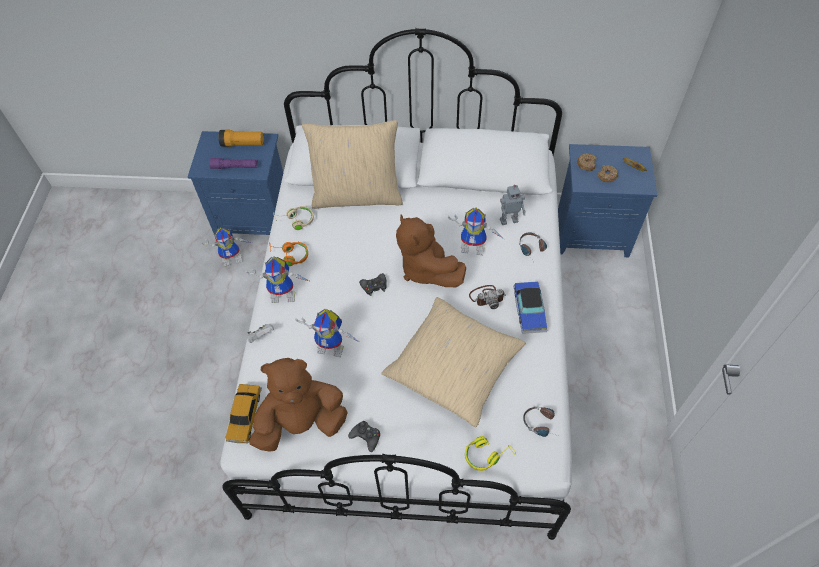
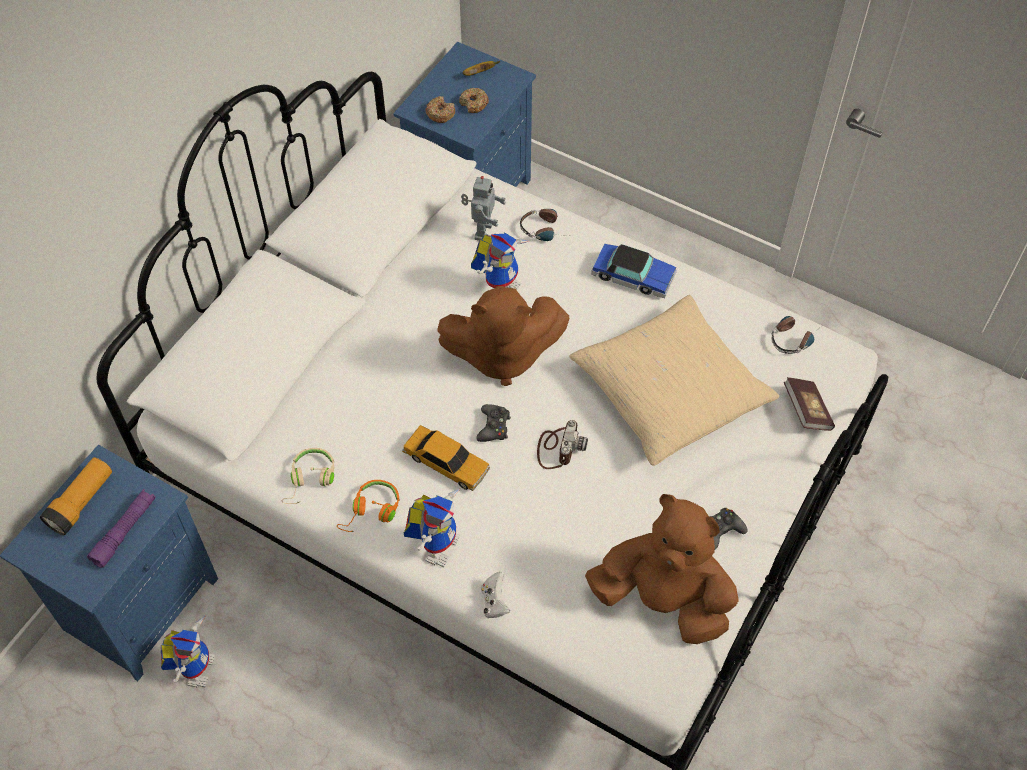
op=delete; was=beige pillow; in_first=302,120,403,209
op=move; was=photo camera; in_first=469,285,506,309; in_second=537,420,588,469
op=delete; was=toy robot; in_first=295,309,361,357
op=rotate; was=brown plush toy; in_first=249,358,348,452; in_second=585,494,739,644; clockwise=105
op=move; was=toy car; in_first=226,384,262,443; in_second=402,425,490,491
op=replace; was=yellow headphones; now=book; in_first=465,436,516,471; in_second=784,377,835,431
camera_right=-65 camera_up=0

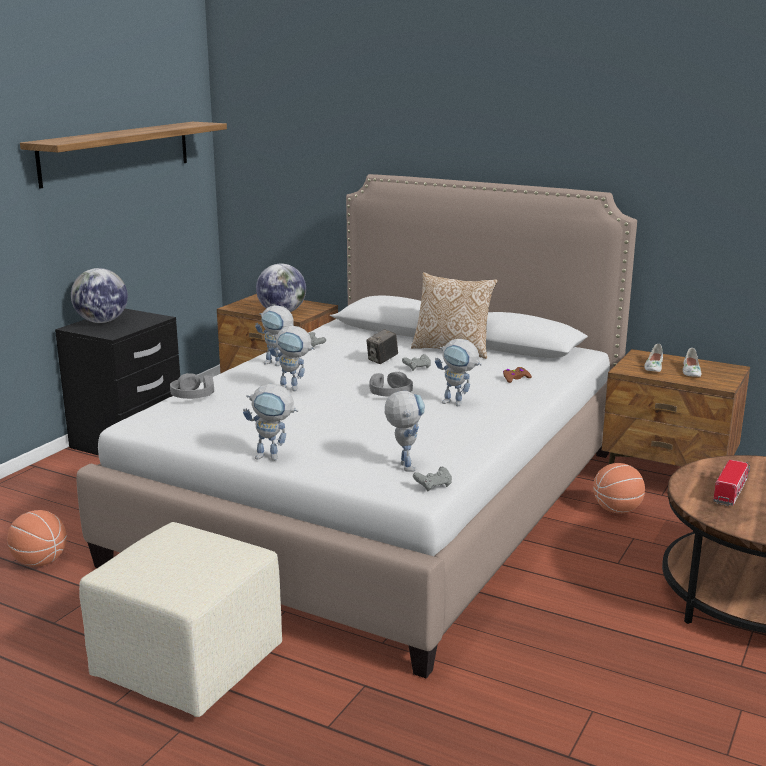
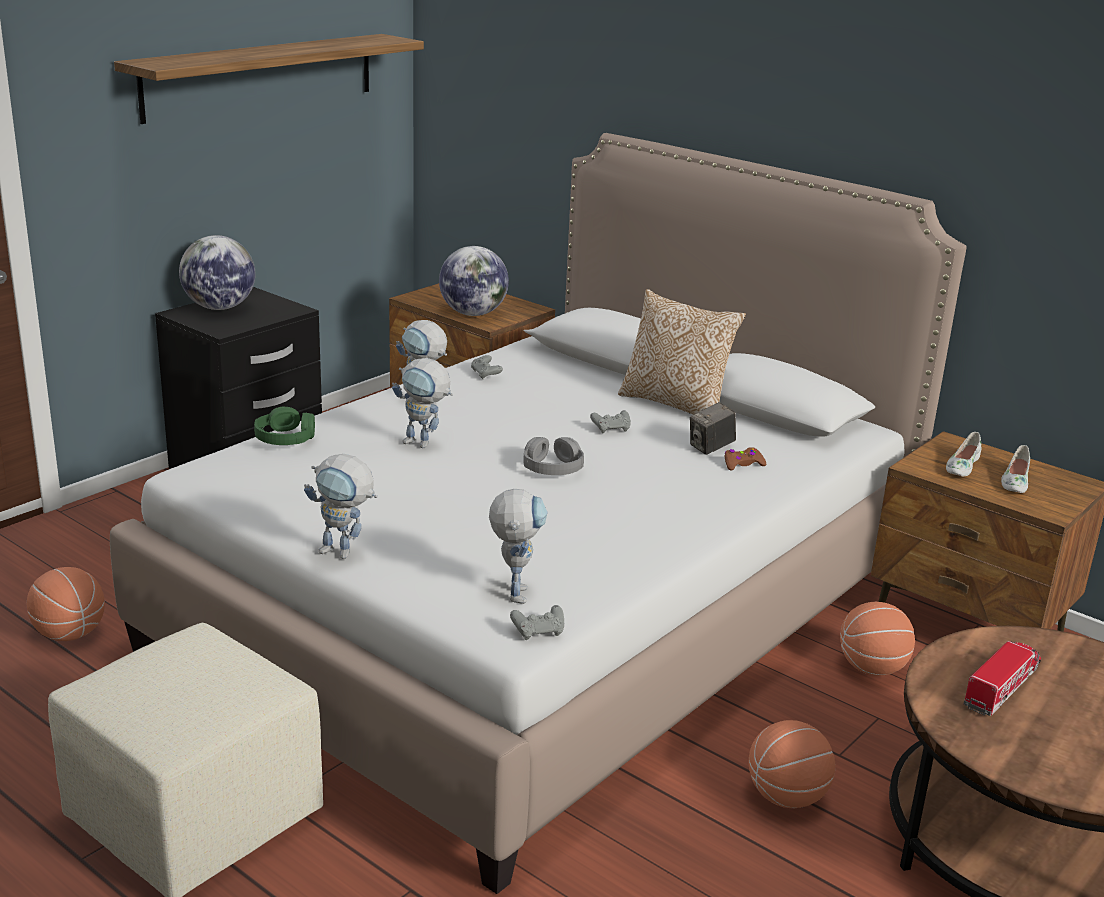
op=move; was=photo camera; in_first=366,329,398,364; in_second=690,402,736,455
op=delete; was=toy robot; in_first=435,339,482,406
op=recolor; was=grey headphones; now=green headphones; in_first=170,373,214,399; in_second=254,406,315,445
op=insert; now=basketball; in_second=748,720,835,808
camera_right=10 camera_up=5

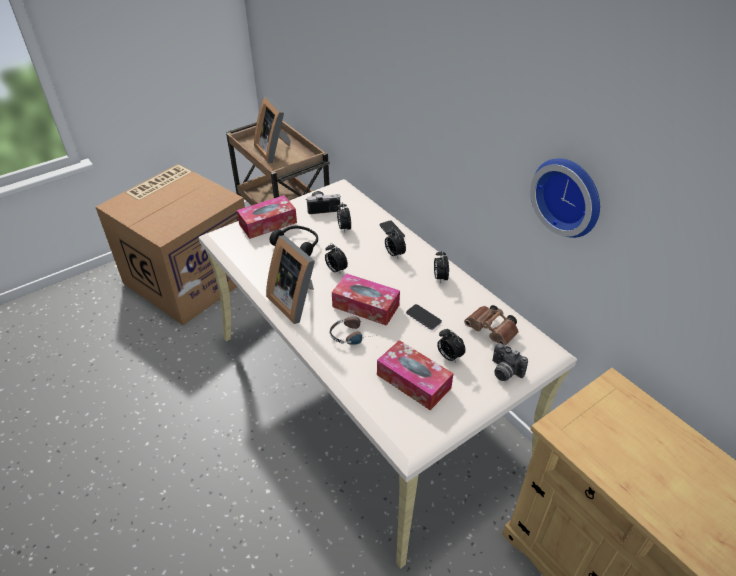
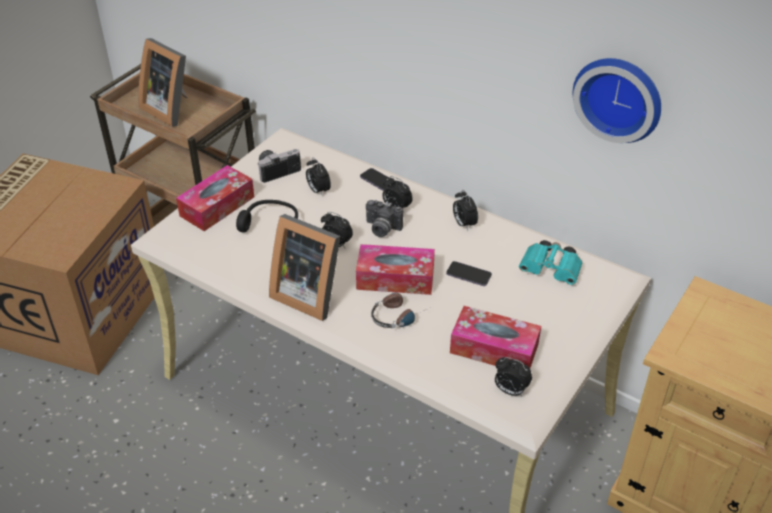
op=recolor; was=brown binoculars; now=turquoise binoculars; in_first=464,305,519,345; in_second=519,240,583,285
op=move; was=alarm clock; in_first=437,329,466,363; in_second=495,357,532,396
op=move; was=photo camera; in_first=492,343,528,381; in_second=366,200,403,237
camera_right=-20 camera_up=0

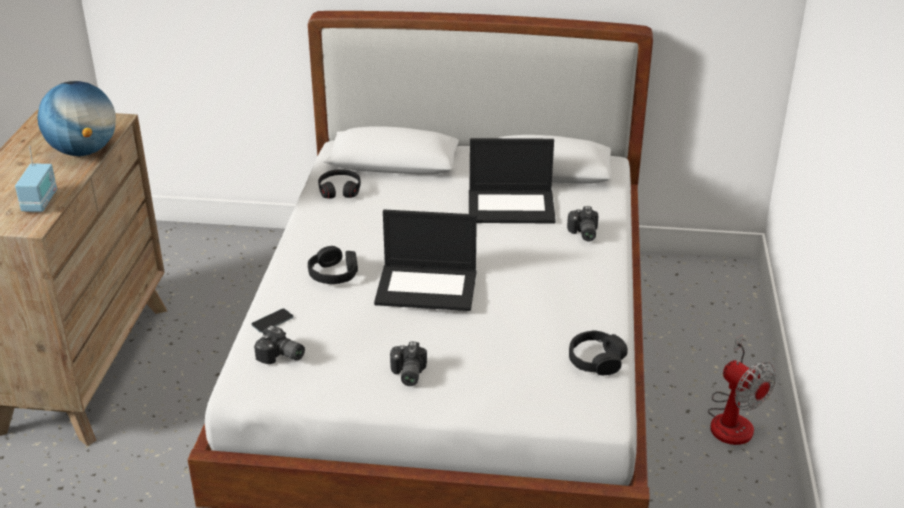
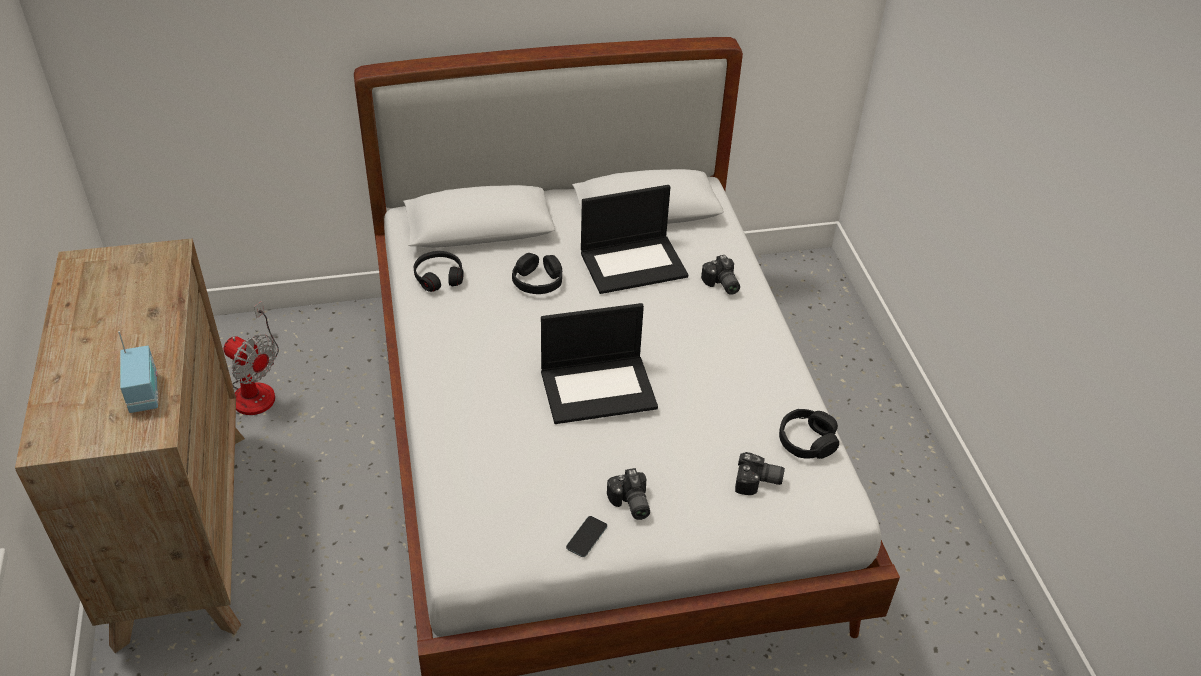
op=delete; was=globe; in_first=37,81,116,156
op=move; was=black headphones; in_first=308,246,358,284; in_second=512,253,562,294
op=move; was=phone; in_first=251,309,293,333; in_second=566,516,607,557
op=move; was=photo camera; in_first=254,326,305,364; in_second=735,452,785,495
op=move; was=fan; in_first=708,335,776,445; in_second=224,301,279,415
camera_right=-20 camera_up=10

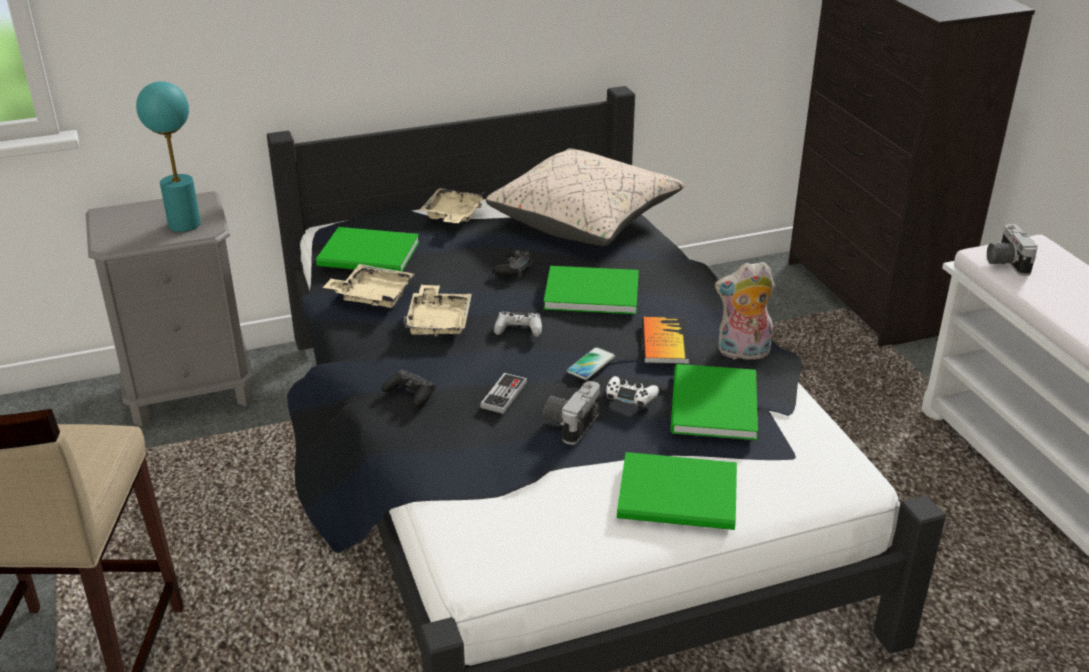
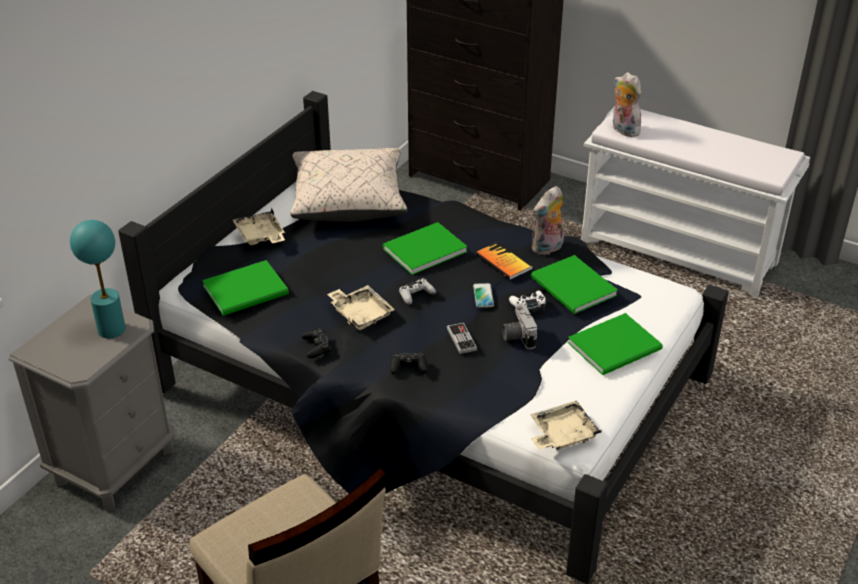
op=replace; was=photo camera; now=plush toy; in_first=987,224,1038,276; in_second=613,72,644,137
op=move; was=black game controller; in_first=492,250,534,278; in_second=302,328,331,358
op=move; was=beige tray; in_first=322,264,414,308; in_second=530,401,602,450
camera_right=-40 camera_up=5

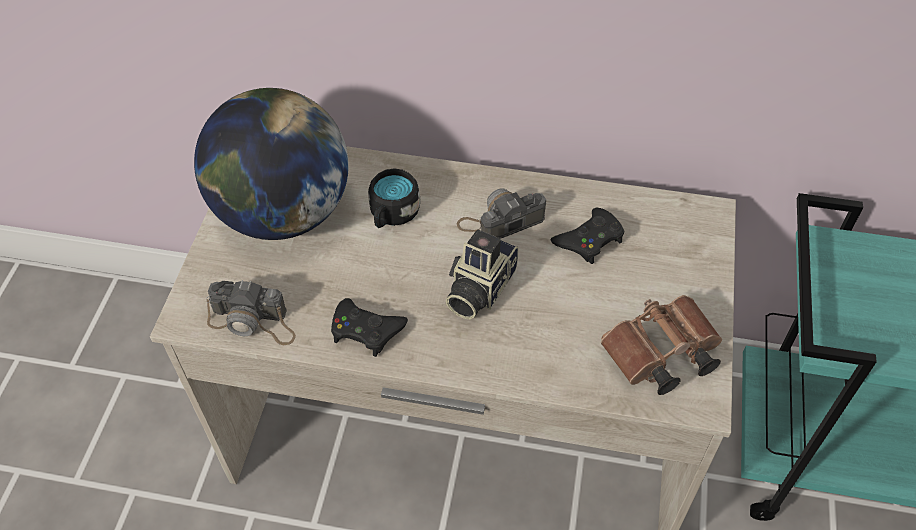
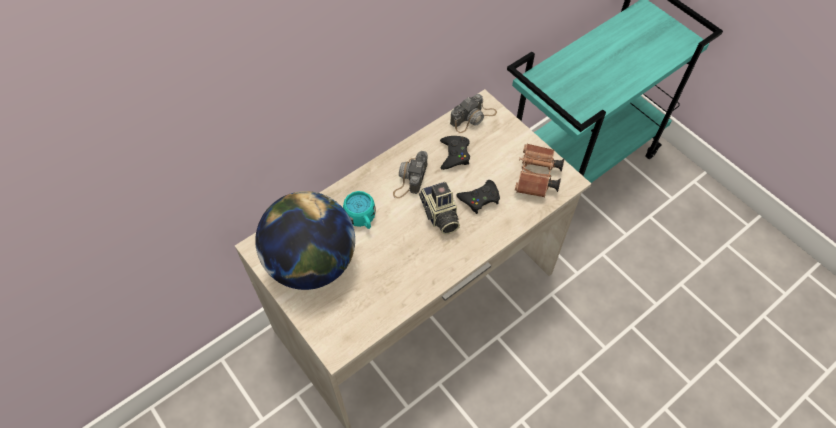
op=recolor; was=black mug; now=turquoise mug; in_first=368,169,420,228; in_second=343,191,376,229
op=move; was=photo camera; in_first=206,280,296,345; in_second=450,94,497,133
op=move; was=black game controller; in_first=331,298,408,357; in_second=456,180,500,214
camera_right=-50 camera_up=5

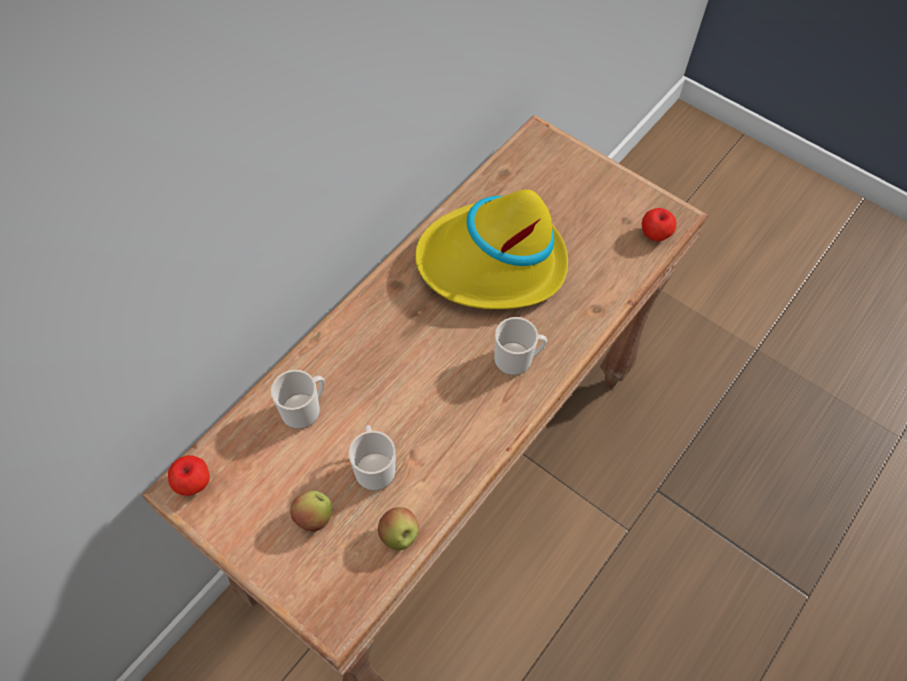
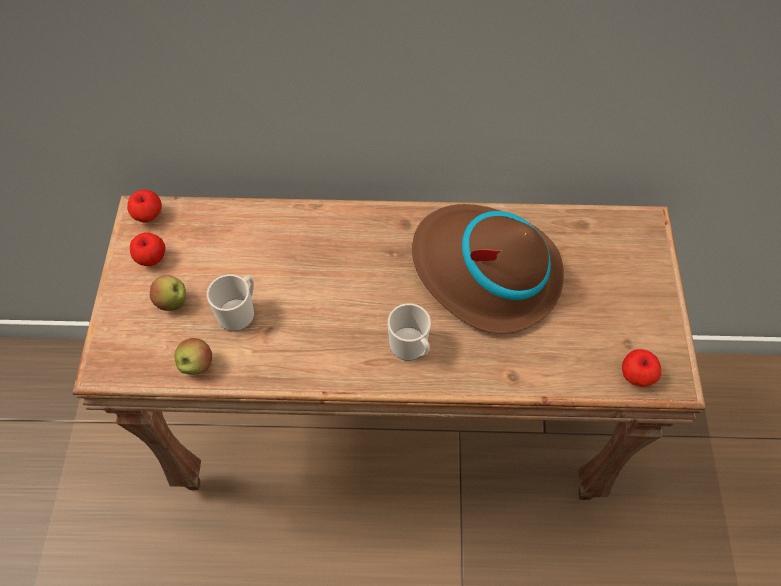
op=recolor; was=yellow hat; now=brown hat; in_first=415,190,568,309; in_second=412,204,564,334
op=delete; was=mug; in_first=271,370,325,429
op=insert; now=apple; in_second=130,232,165,266
camera_right=55 camera_up=0

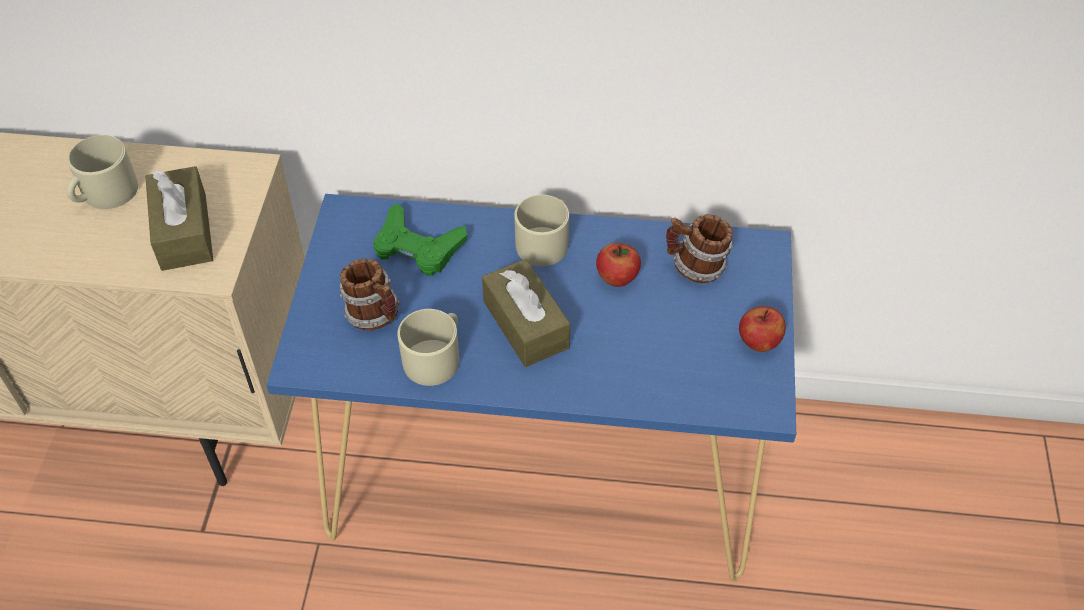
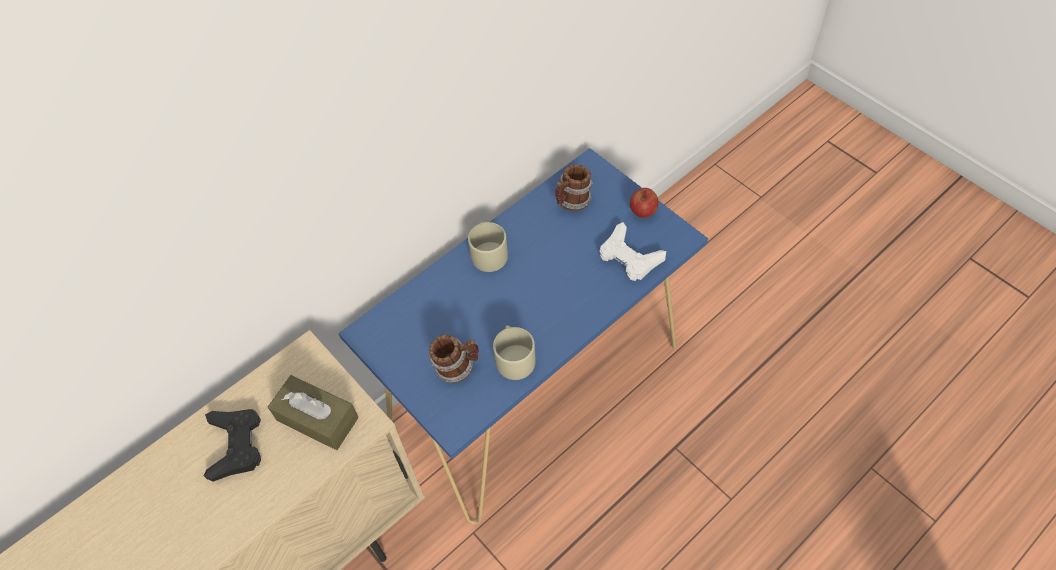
op=replace; was=beige mug; now=black game controller; in_first=66,135,138,209; in_second=204,409,261,482
op=delete; was=green game controller; in_first=373,203,467,276
op=delete; was=apple; in_first=596,243,641,287
op=delete; was=brown tissue box; in_first=482,259,570,367
op=insert; now=white game controller; in_second=599,222,666,281
camera_right=-45 camera_up=5

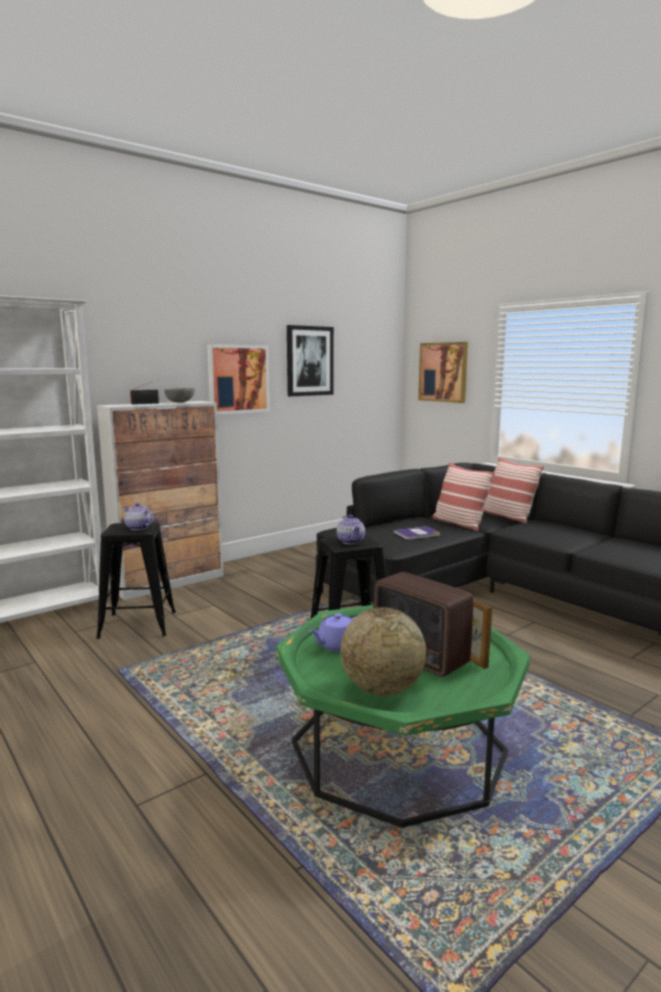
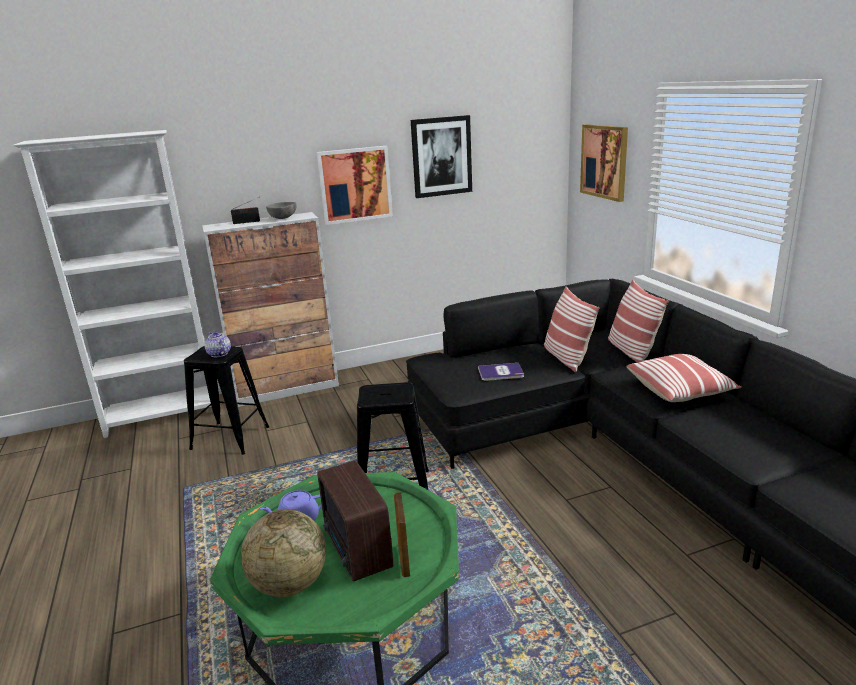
op=delete; was=teapot; in_first=337,515,365,544
op=insert; now=pillow; in_second=626,354,742,402
camera_right=20 camera_up=10

